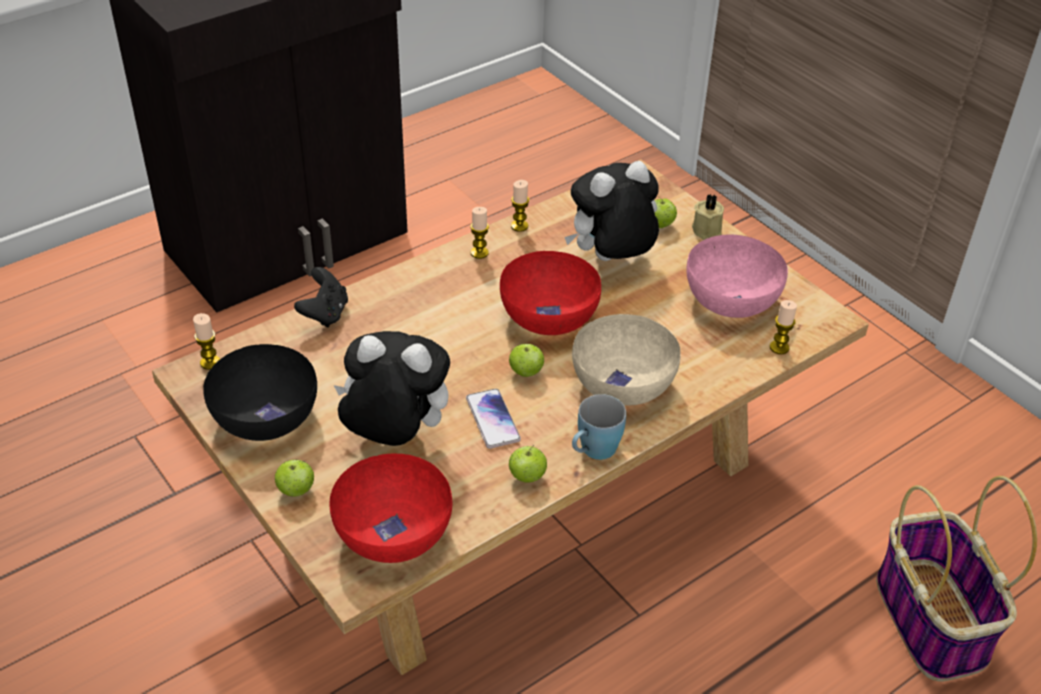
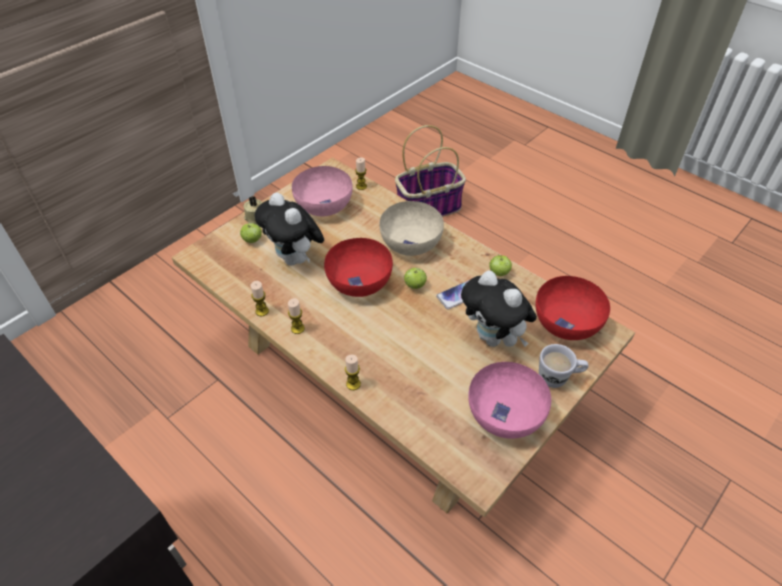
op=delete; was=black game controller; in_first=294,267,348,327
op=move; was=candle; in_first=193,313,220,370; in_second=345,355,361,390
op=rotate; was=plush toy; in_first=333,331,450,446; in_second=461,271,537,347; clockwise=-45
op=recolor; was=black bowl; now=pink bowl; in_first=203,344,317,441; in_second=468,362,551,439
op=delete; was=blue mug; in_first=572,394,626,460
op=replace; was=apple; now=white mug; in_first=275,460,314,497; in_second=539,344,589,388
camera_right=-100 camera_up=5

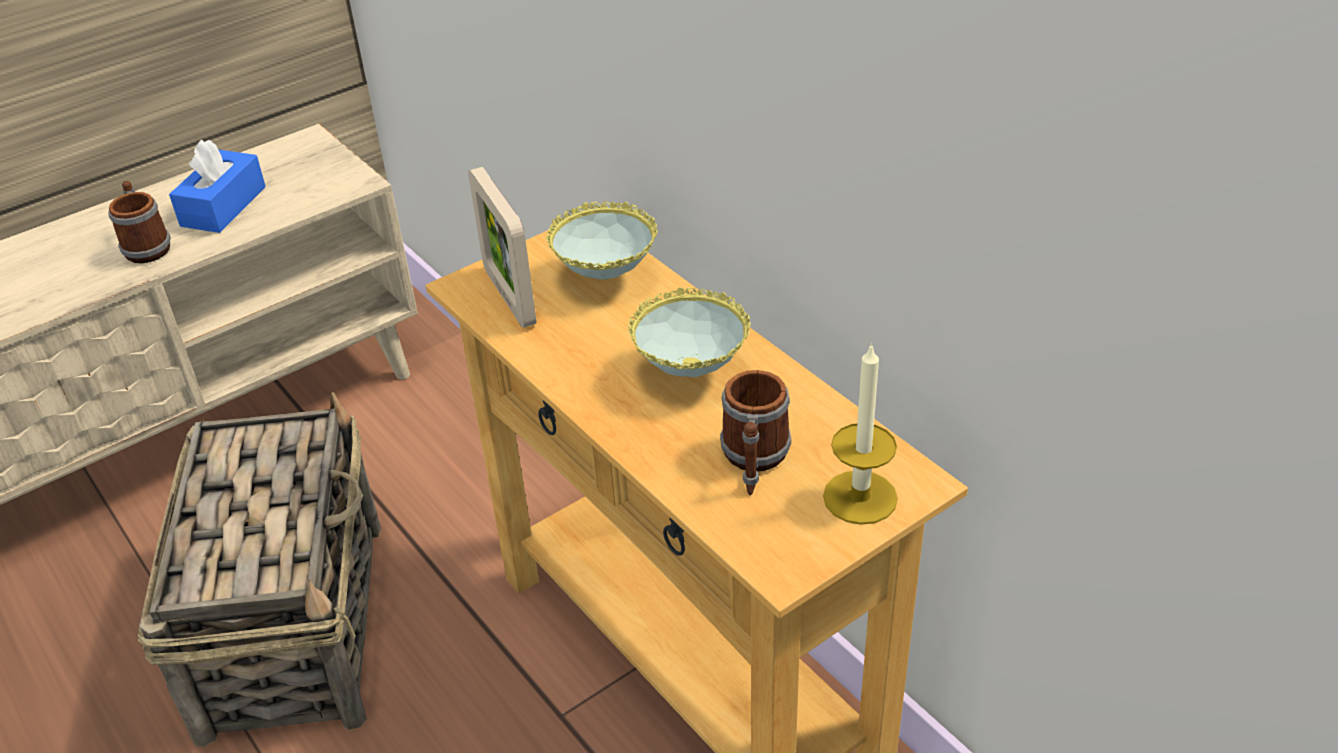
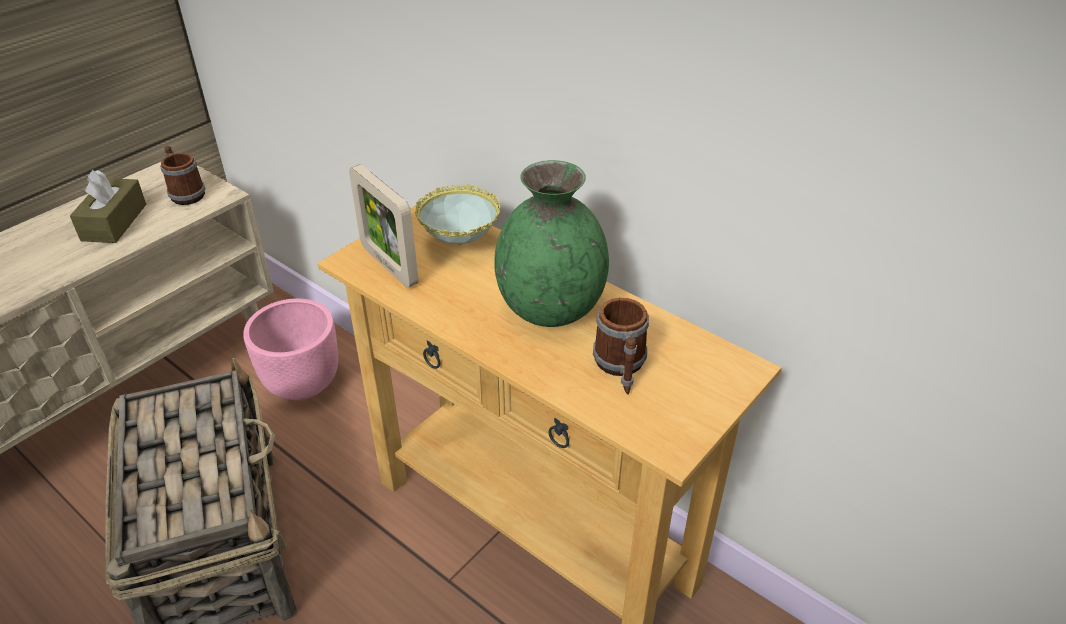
op=recolor; was=blue tissue box; now=brown tissue box; in_first=169,139,266,233; in_second=70,170,146,243
op=move; was=mug; in_first=108,181,171,263; in_second=160,146,205,205
op=replace; was=bowl; now=green vase; in_first=628,287,751,377; in_second=494,160,609,327
op=delete; was=candle; in_first=823,343,898,525
op=insert; now=pink planter; in_second=243,298,338,400
camera_right=-15 camera_up=0

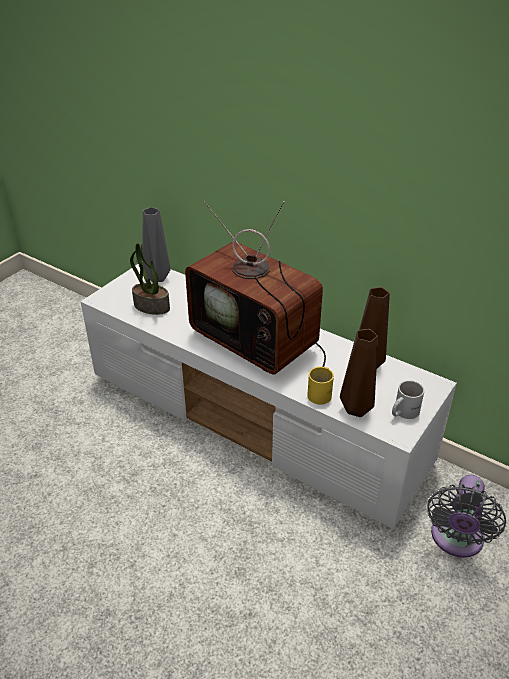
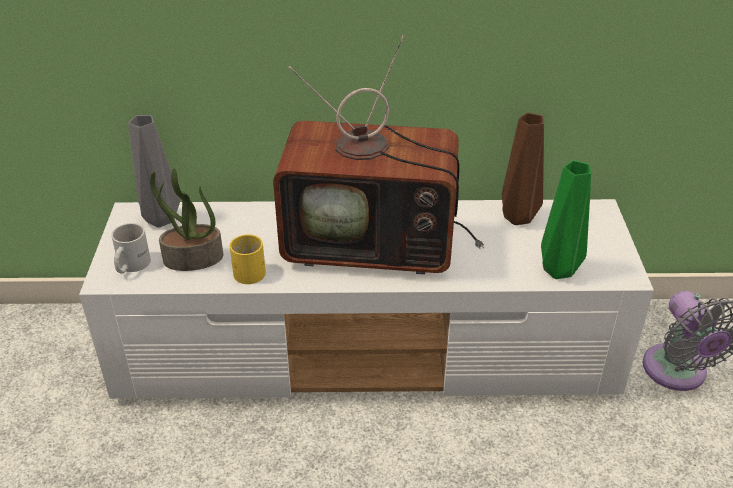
op=recolor; was=brown vase; now=green vase; in_first=340,329,378,417; in_second=541,160,591,279
op=move; was=yellow mug; in_first=307,367,334,405; in_second=230,234,266,284
op=move; was=white mug; in_first=392,380,424,419; in_second=111,223,151,274
camera_right=-35 camera_up=0

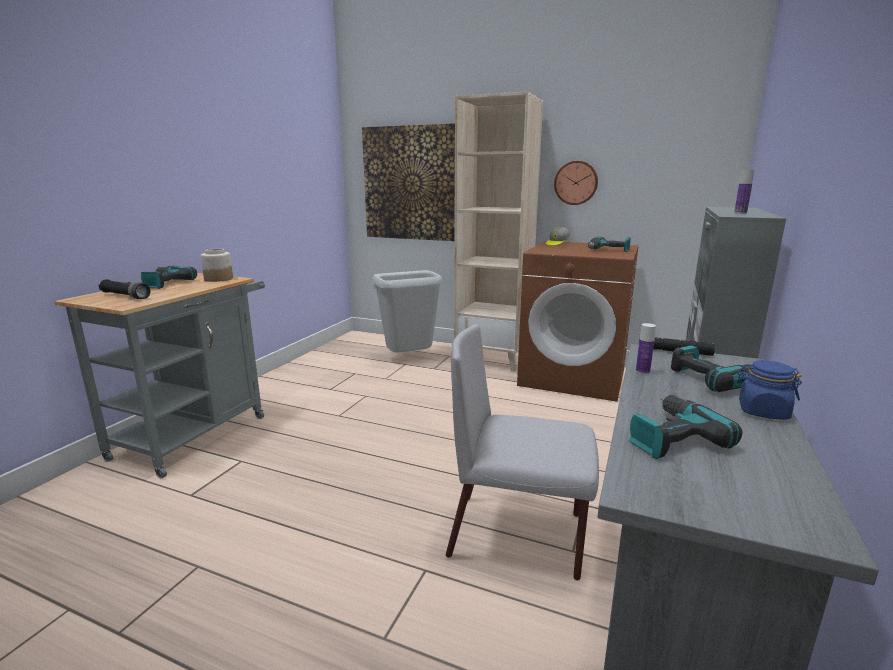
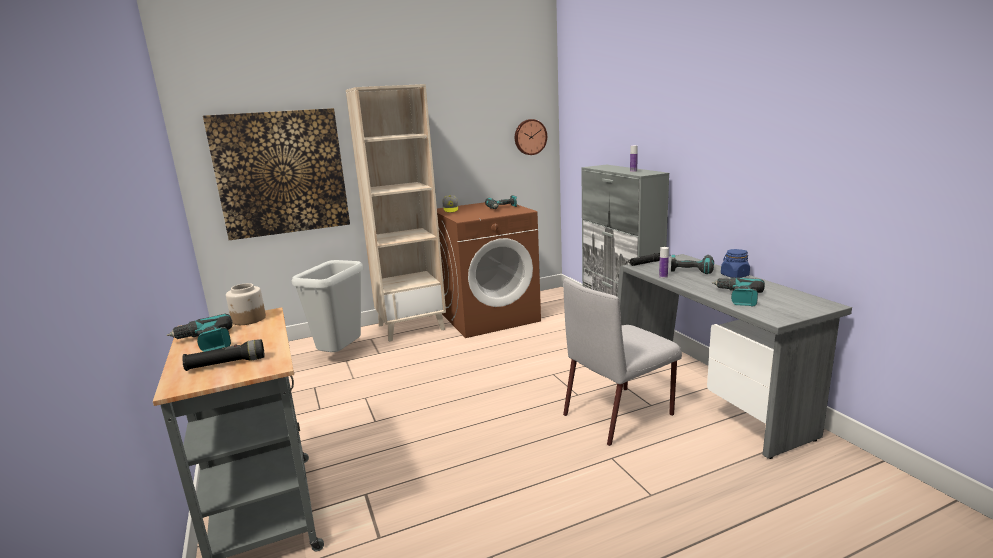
op=move; was=wall clock; in_first=554,161,598,205; in_second=515,119,547,155
camera_right=-45 camera_up=0

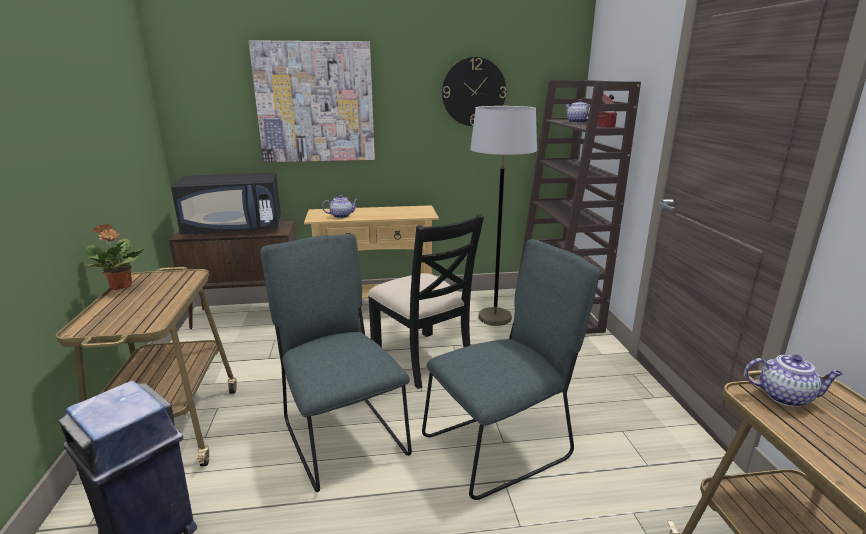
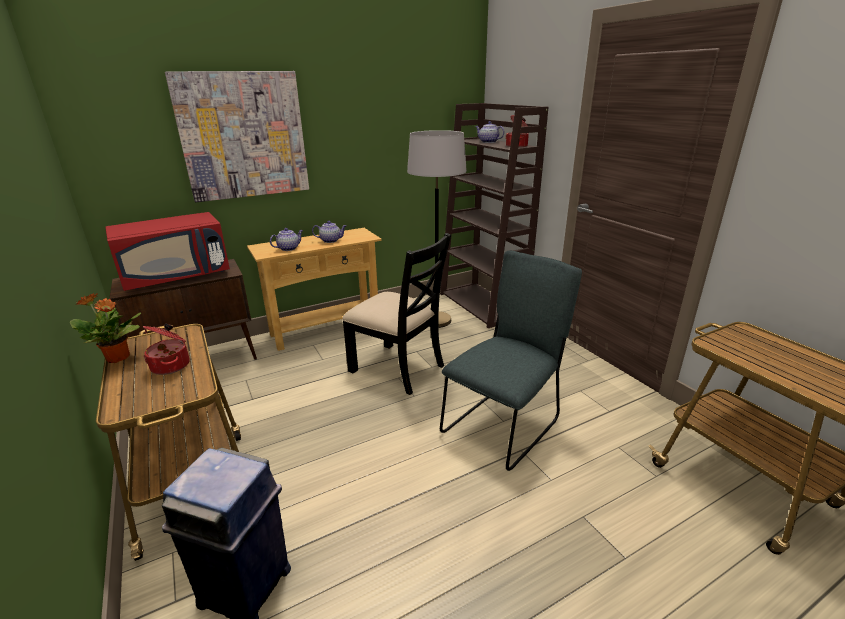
op=delete; was=wall clock; in_first=442,57,506,126
op=recolor; was=black microwave; now=red microwave; in_first=171,173,281,235; in_second=105,212,230,291
op=delete; was=grey chair; in_first=260,234,412,492
op=move; was=teapot; in_first=744,355,843,407; in_second=312,221,347,243
op=insert; now=cooking pot; in_second=143,324,190,375
camera_right=-20 camera_up=5

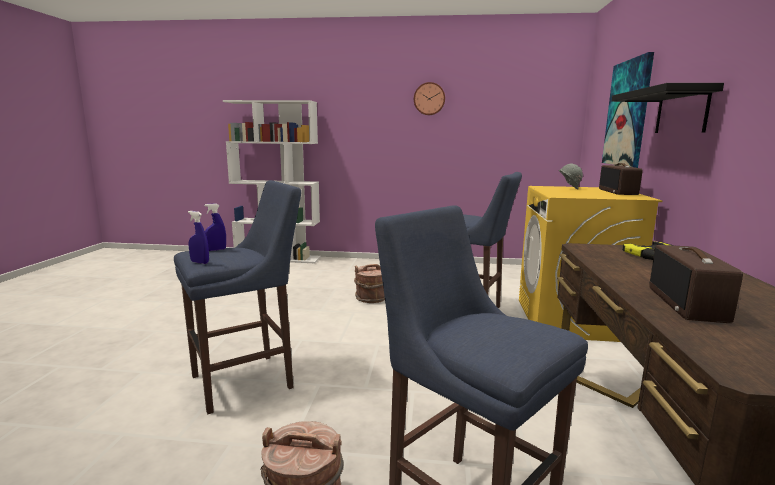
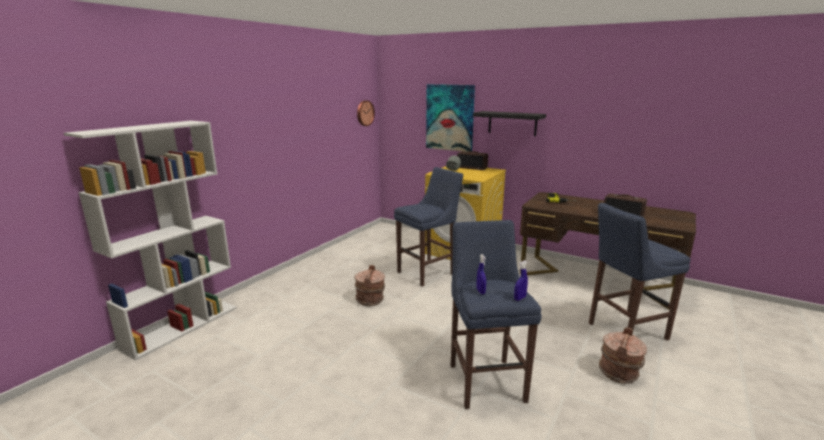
op=move; was=wall clock; in_first=414,82,445,115; in_second=357,100,375,126
camera_right=-65 camera_up=5

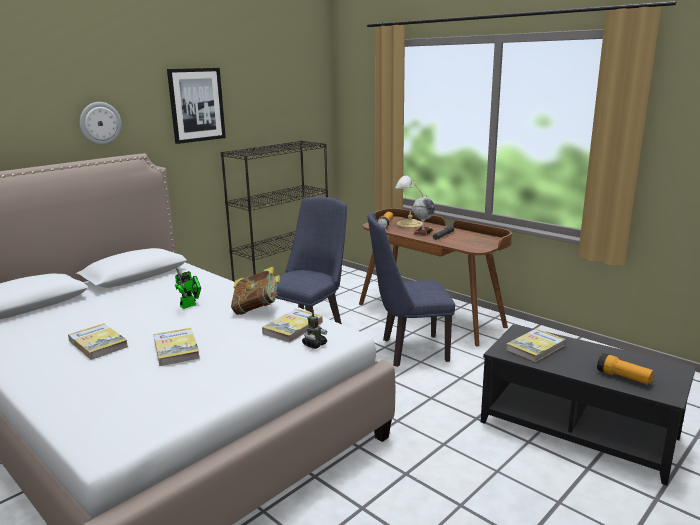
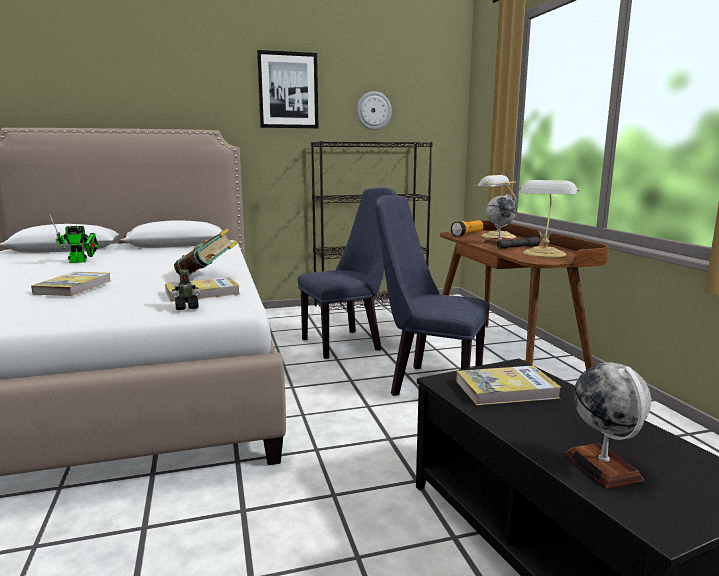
op=move; was=wall clock; in_first=80,102,122,145; in_second=357,91,392,130
op=move; was=toy robot; in_first=175,267,201,309; in_second=49,213,98,263
op=delete; was=book; in_first=68,323,128,360
op=replace; was=flashlight; now=globe; in_first=597,353,654,385; in_second=565,362,651,489
op=insert; now=table lamp; in_second=519,180,581,257
camera_right=30 camera_up=-5

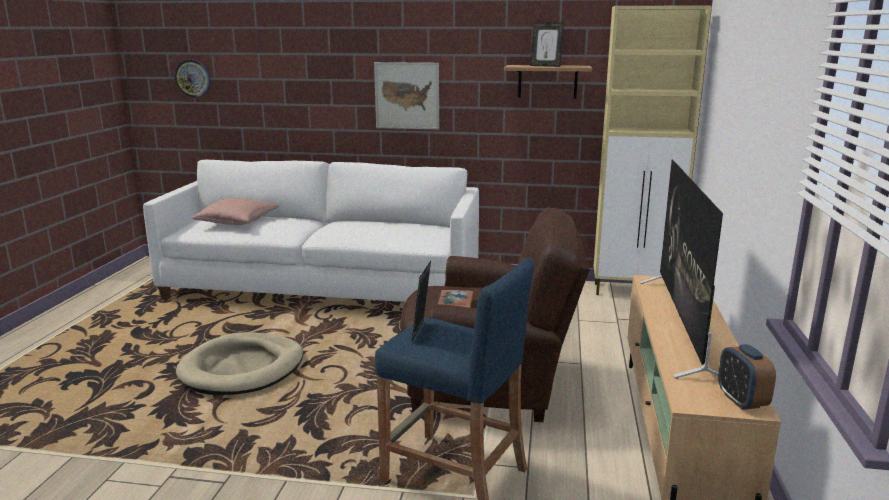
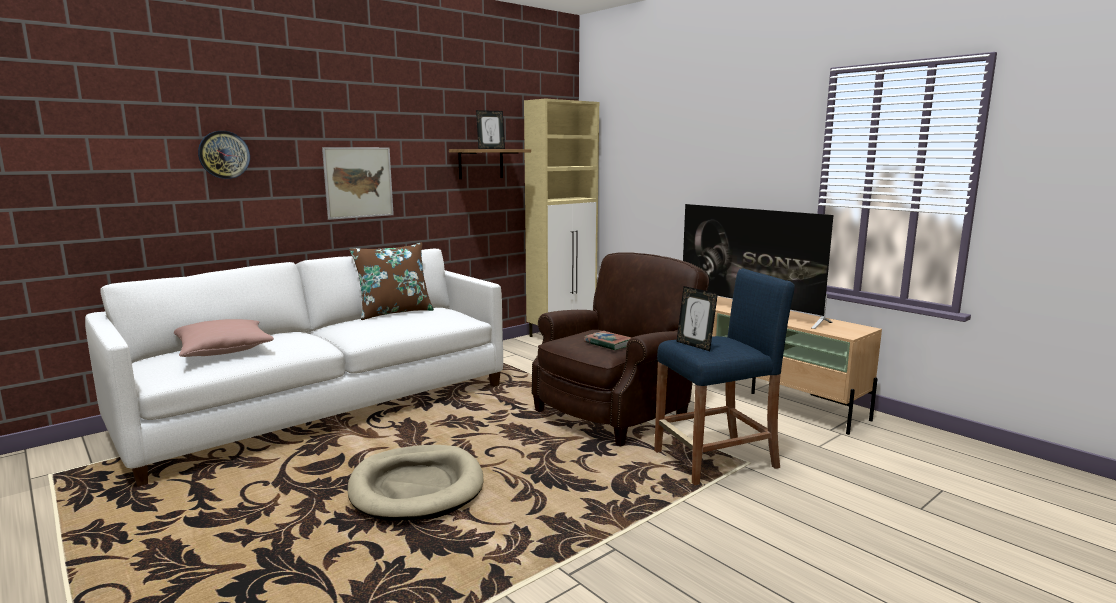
op=move; was=wall clock; in_first=175,60,211,98; in_second=198,131,250,179
op=delete; was=alarm clock; in_first=718,344,776,410
op=insert; now=brown pillow; in_second=350,242,434,320
camera_right=-50 camera_up=-5

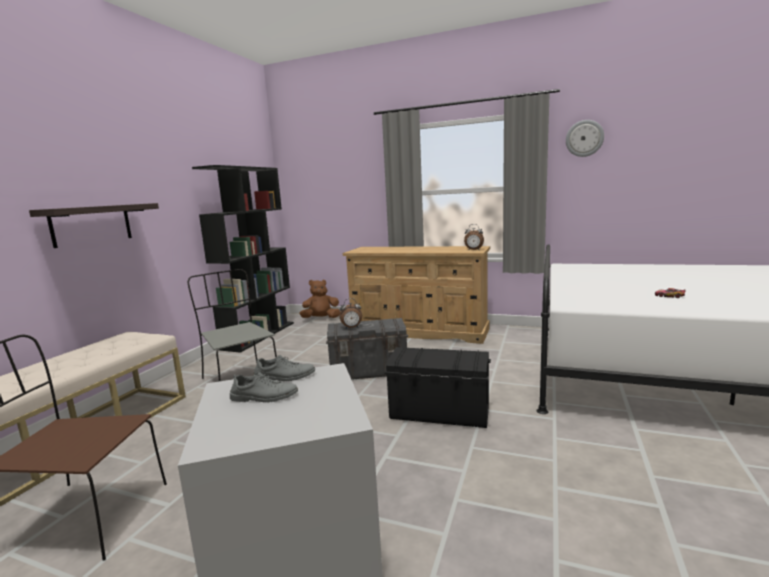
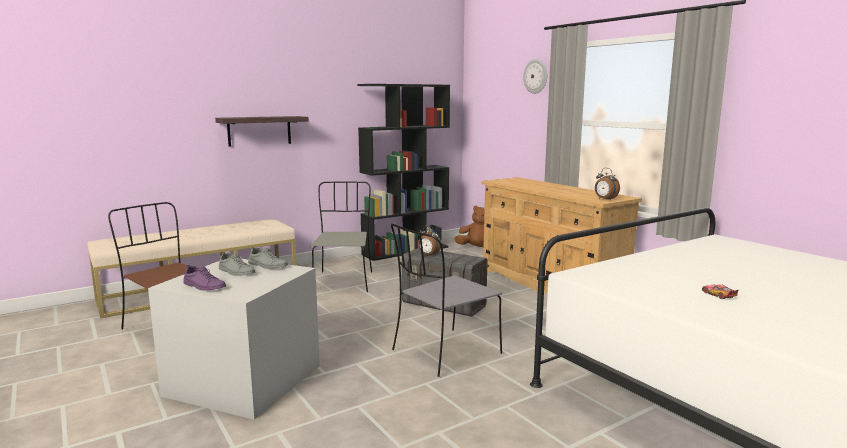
op=move; was=wall clock; in_first=566,120,604,157; in_second=523,59,547,94
op=replace; was=black storage box; now=grey chair; in_first=384,347,491,428; in_second=391,224,502,377
op=insert; now=purple shoe; in_second=183,265,226,291
camera_right=35 camera_up=0

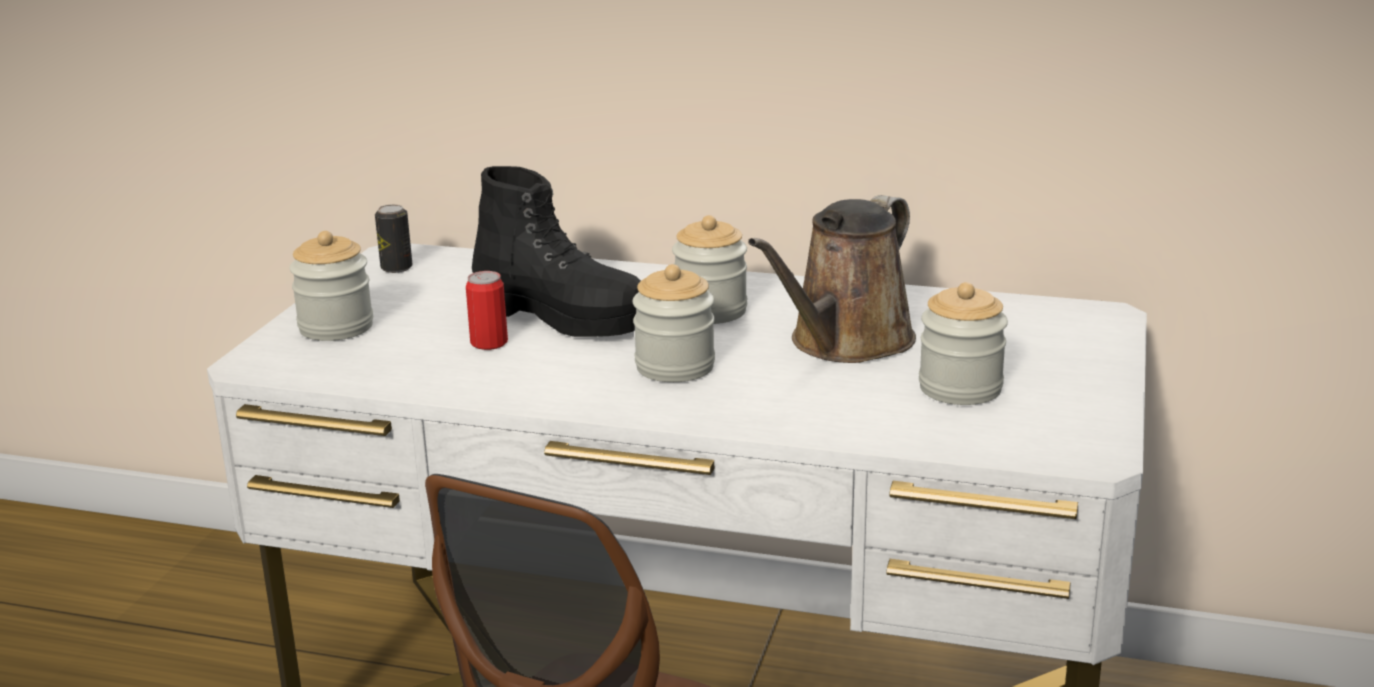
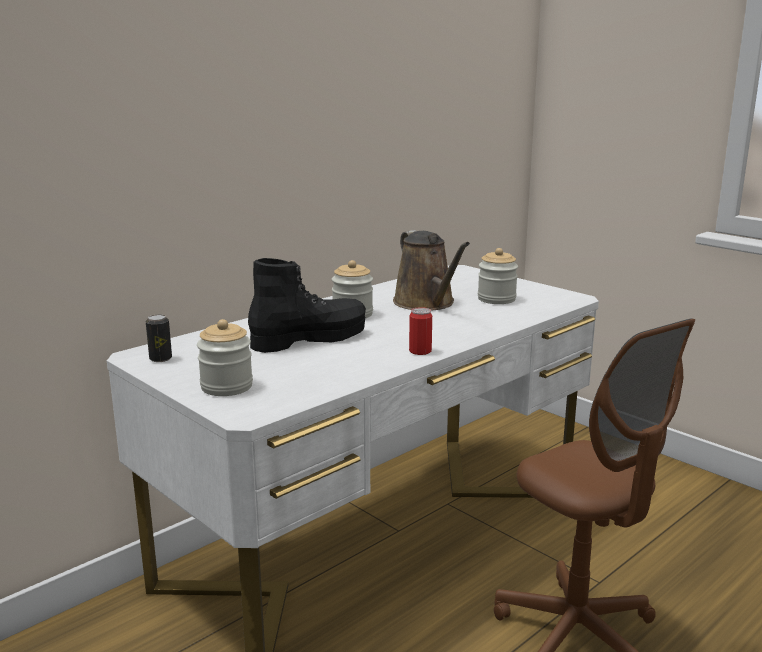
op=delete; was=jar; in_first=633,264,715,382
op=move; was=can; in_first=466,271,508,350; in_second=409,307,432,355
camera_right=-60 camera_up=-5

